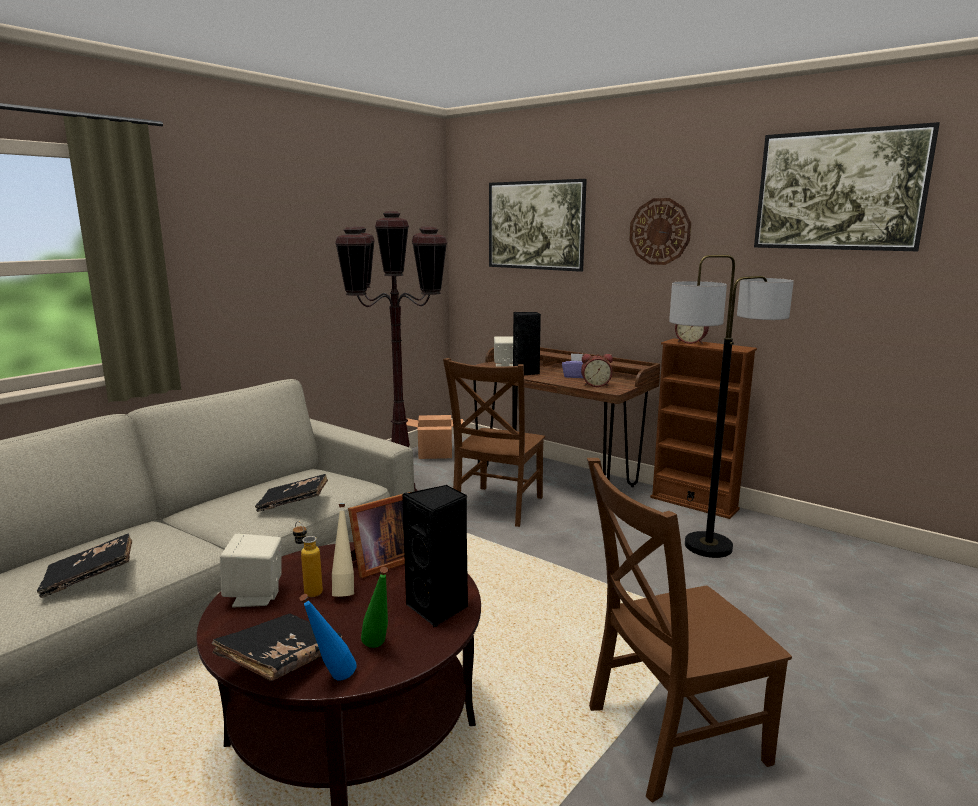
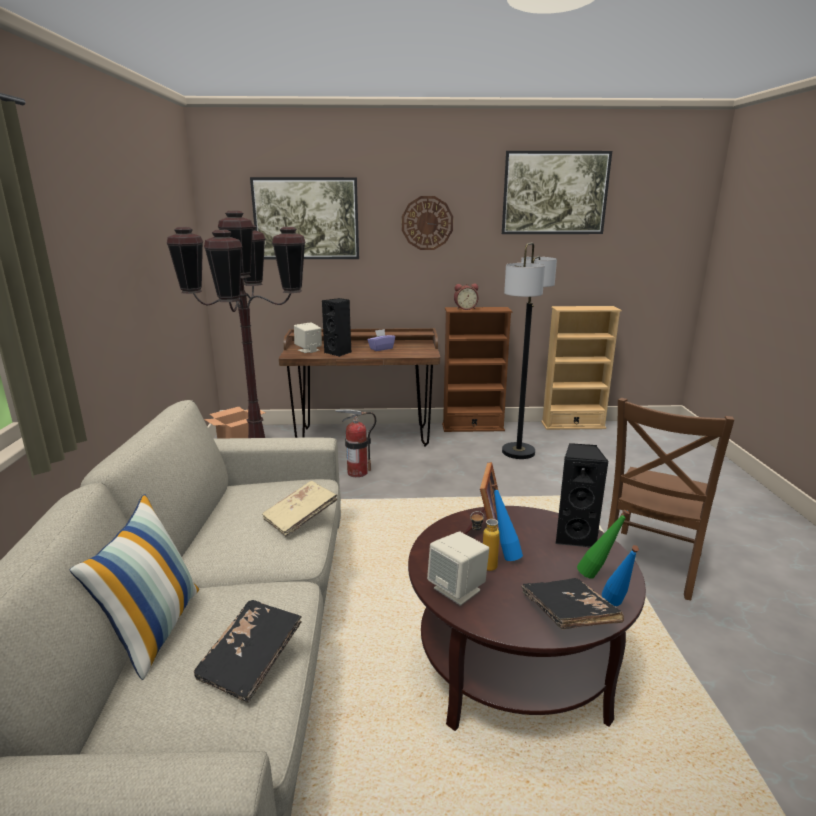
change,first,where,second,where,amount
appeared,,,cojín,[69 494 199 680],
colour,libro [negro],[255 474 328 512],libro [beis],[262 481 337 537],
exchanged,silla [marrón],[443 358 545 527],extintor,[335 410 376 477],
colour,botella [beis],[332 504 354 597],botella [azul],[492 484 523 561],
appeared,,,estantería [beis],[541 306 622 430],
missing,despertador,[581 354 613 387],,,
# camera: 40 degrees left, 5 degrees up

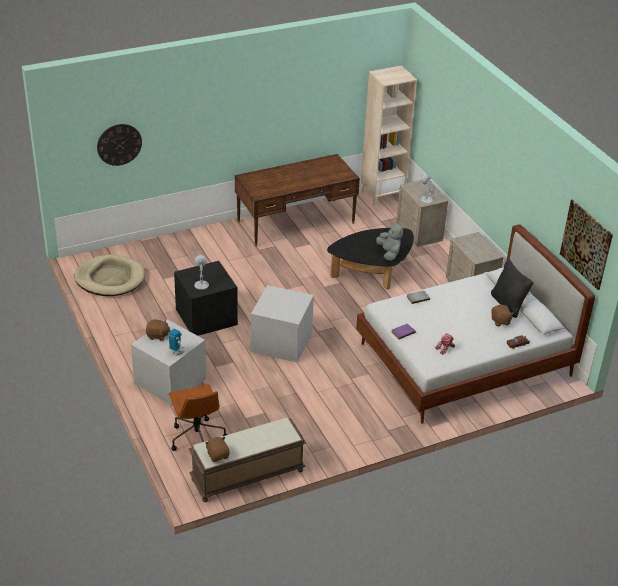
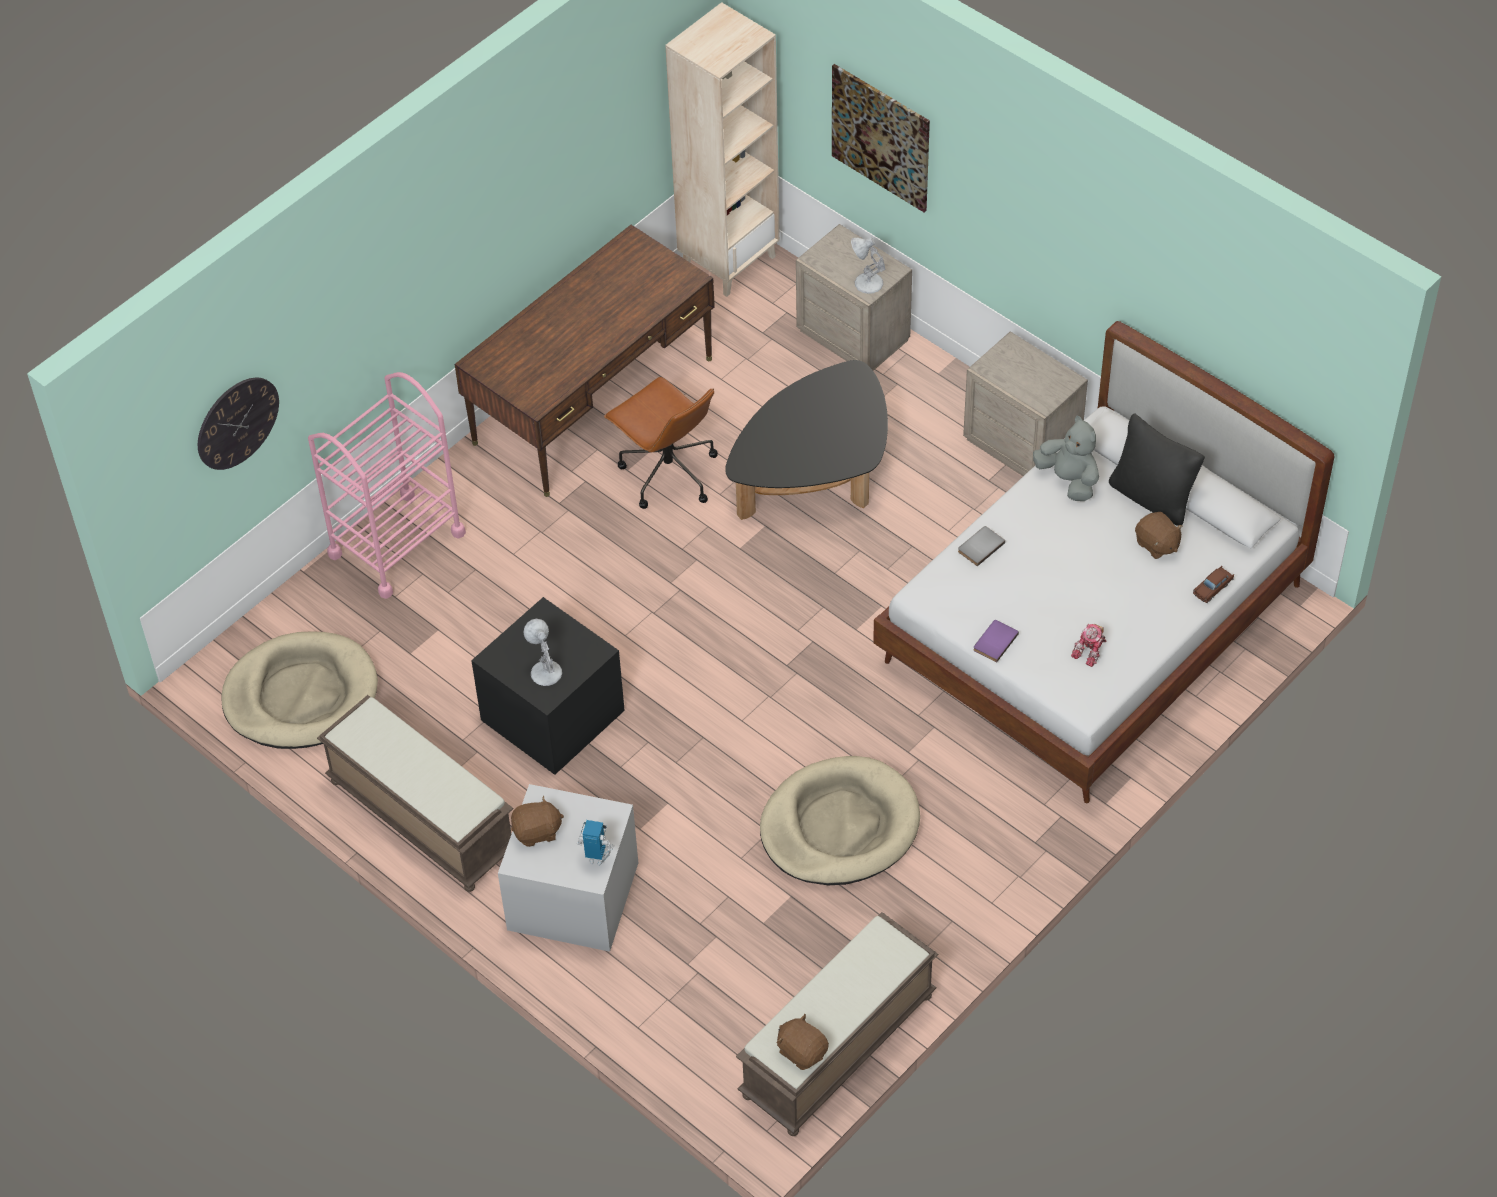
change,first,where,second,where,amount
appeared,,,carrito [rosa],[308 372 466 599],
appeared,,,banco [marrón],[317 695 514 892],
relocated,silla de oficina [marrón],[168 384 227 451],,[604 377 718 509],
appeared,,,cama para perro [beis],[760 756 920 885],
relocated,cuadro,[560 200 613 290],,[832 64 930 212],
relocated,peluche [gris],[376 222 403 261],,[1033 416 1099 501],
missing,caja de almacenaje [gris],[251 285 314 363],,,
# camera: 20 degrees left, 15 degrees up

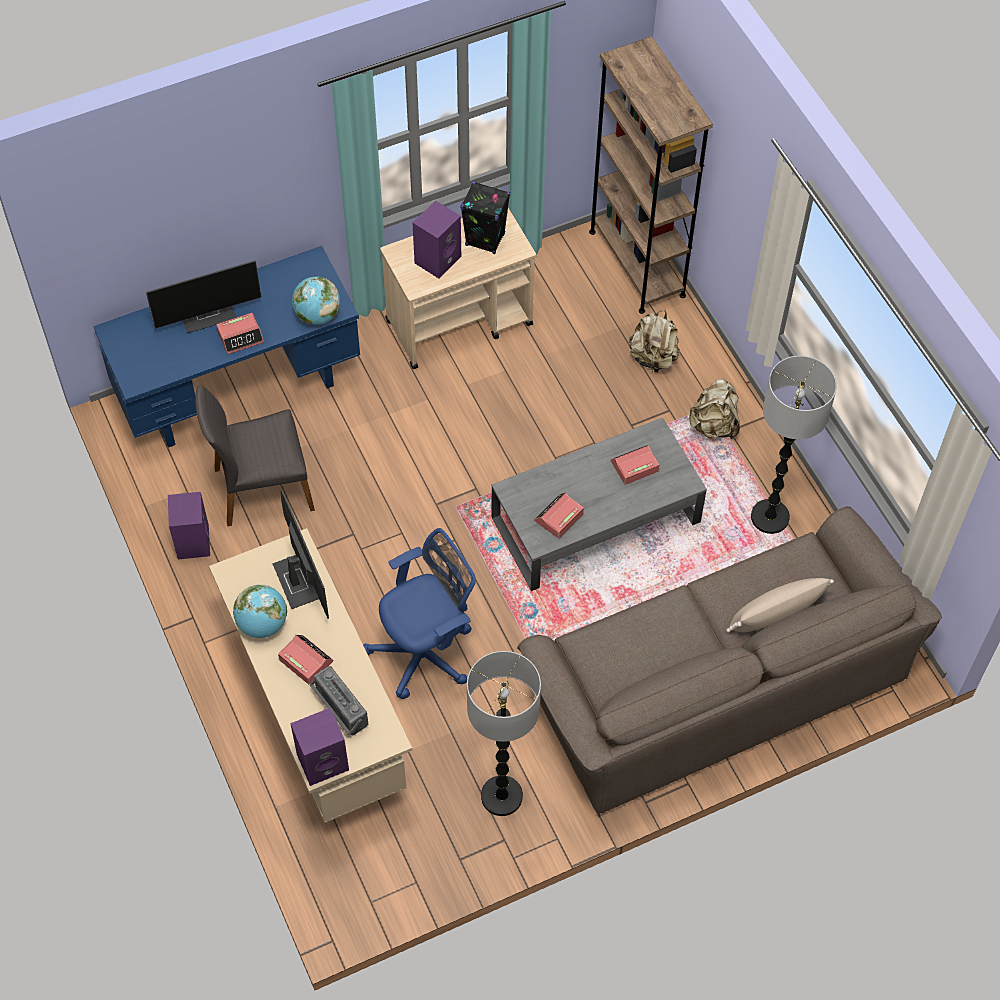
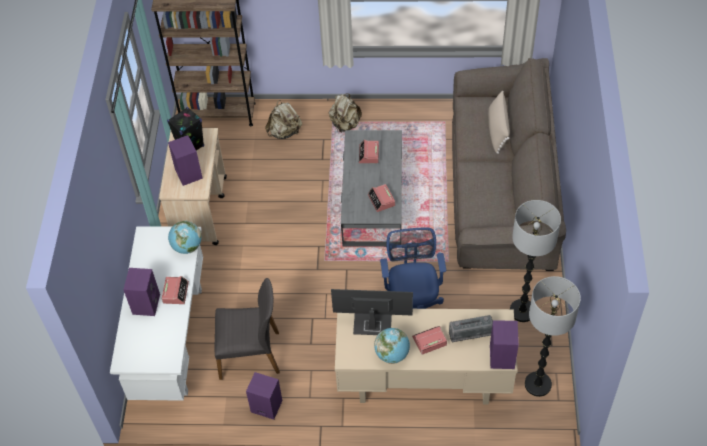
change,first,where,second,where,amount
colour,escritorio [azul],[93 246 360 448],escritorio [blanco],[110 226 203 401],
exchanged,monitor,[146 260 261 333],altavoz [morado],[123 268 160 316],
spun,silla [gris],[195 385 315 526],,[214 278 280 380],105 degrees counterclockwise
relocated,lámpara de pie,[751 356 837 534],,[525 276 581 397],
# camera: 60 degrees left, 5 degrees down

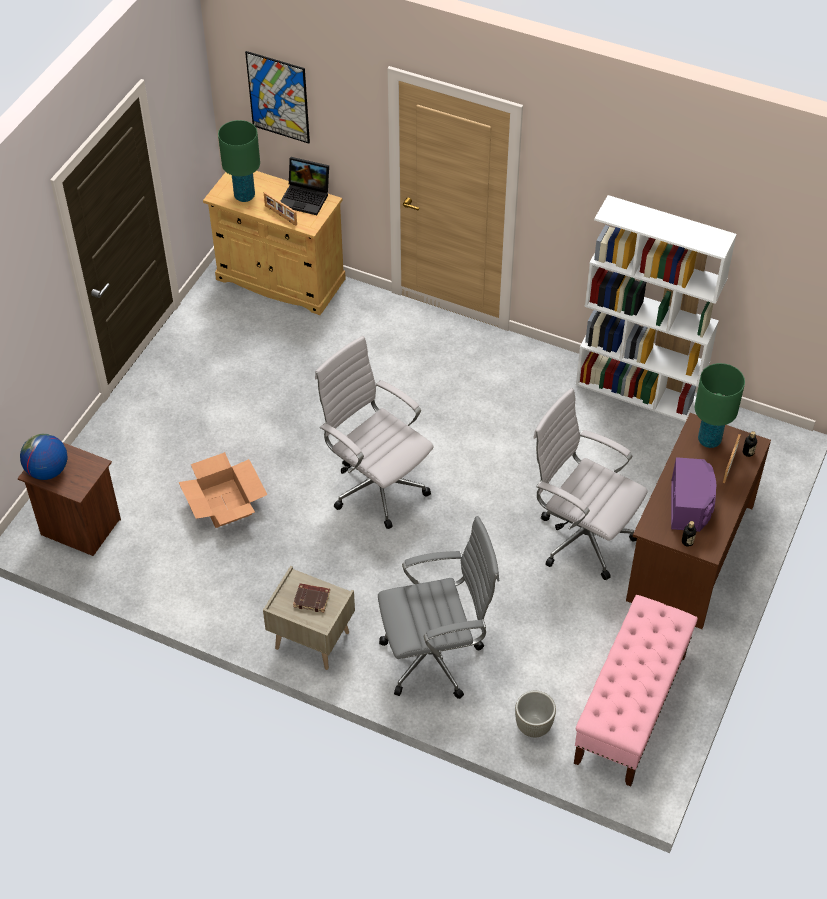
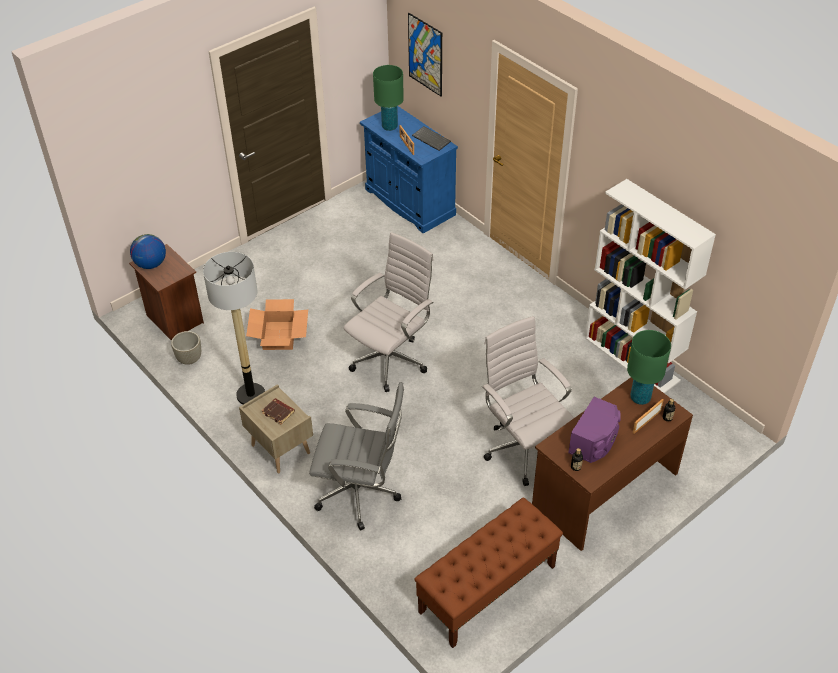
change,first,where,second,where,amount
relocated,maceta [gris],[515 691 556 737],,[171 331 201 365],
appeared,,,lámpara de pie,[203 252 265 405],
spun,silla de oficina [blanco],[315 336 434 529],,[344 232 434 392],60 degrees clockwise
colour,armario [beis],[203 171 346 315],armario [azul],[360 106 458 233],
exchanged,portátil,[280 157 329 215],teclado,[412 126 451 151],
colour,banco [rosa],[574 595 698 787],banco [marrón],[414 497 563 648],
# camera: 25 degrees right, 5 degrees down

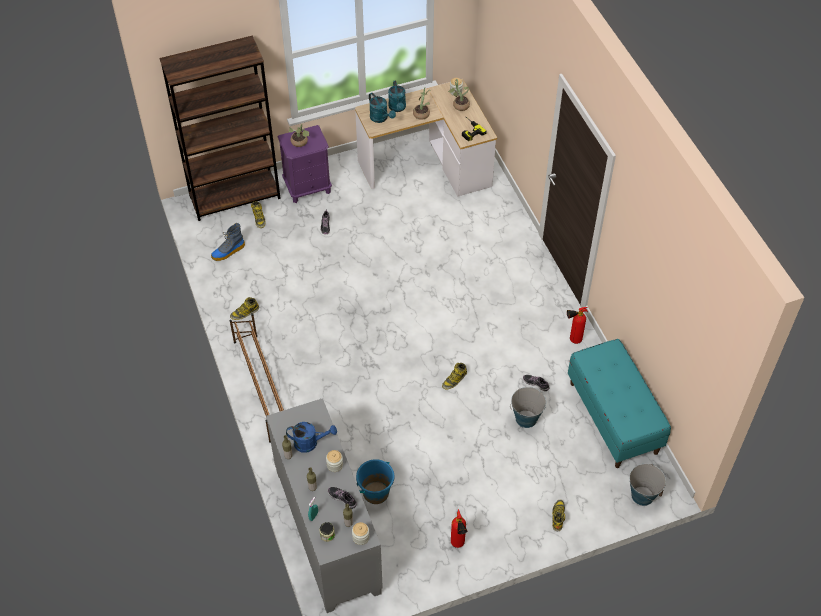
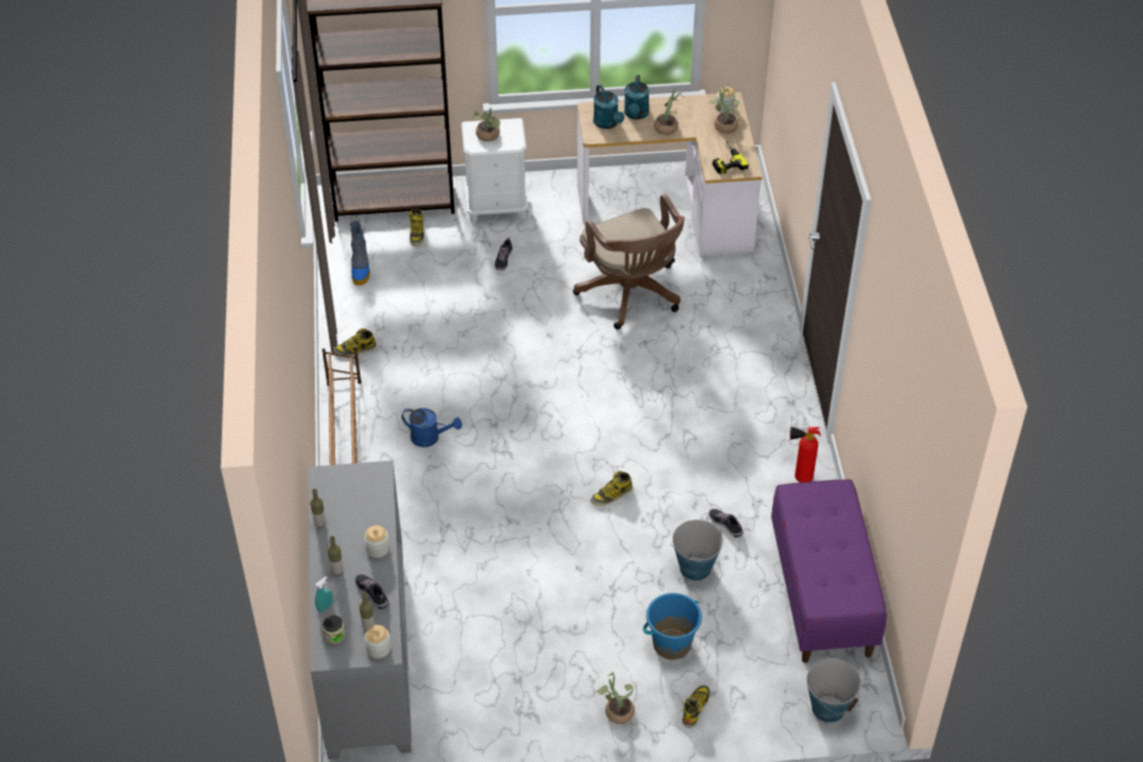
change,first,where,second,where,amount
spun,bota,[211 223 245 261],,[350 221 370 285],75 degrees counterclockwise
relocated,regadera [azul],[286 422 337 453],,[402 408 462 447],
colour,mesita de noche [morado],[278 125 332 203],mesita de noche [blanco],[461 118 528 223],
appeared,,,silla de oficina [marrón],[573 194 685 329],
appeared,,,planta en maceta,[597 672 635 724],
relocated,cubo [azul],[356 459 394 504],,[643 593 702 660],
colour,banco [turquesa],[568 339 671 468],banco [morado],[771 479 887 663],
missing,extintor,[451 509 467 548],,,
# camera: 15 degrees right, 5 degrees down

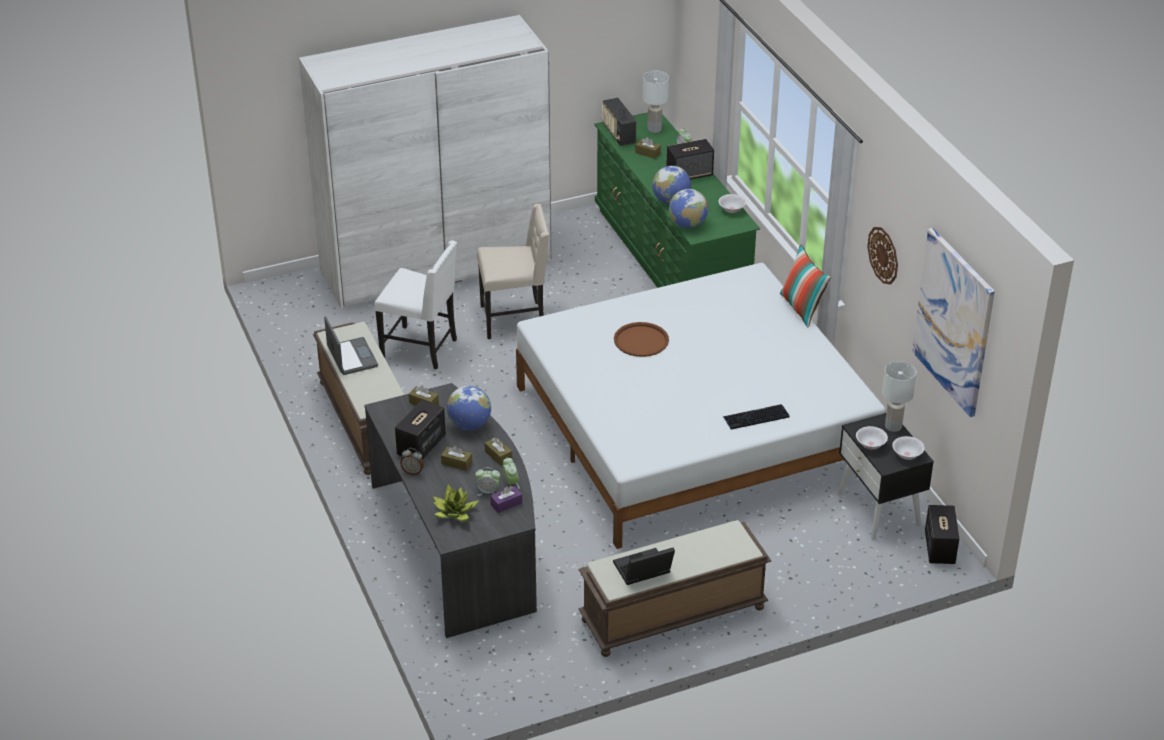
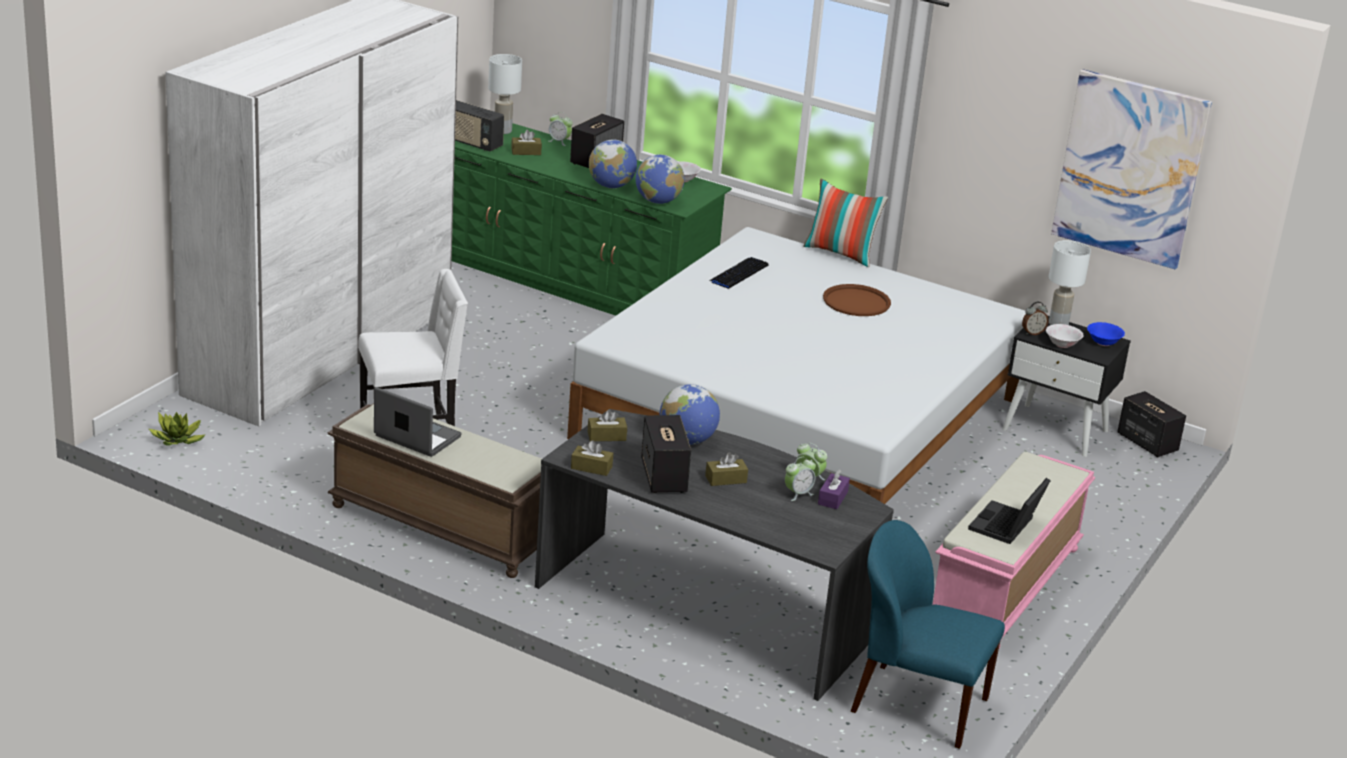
change,first,where,second,where,amount
relocated,planta en maceta,[433 484 479 522],,[149 412 206 446],
relocated,caja de pañuelos [marrón],[485 437 512 466],,[571 440 613 476],
relocated,teclado,[723 404 790 430],,[709 257 769 289],
relocated,bandeja [marrón],[614 322 669 357],,[823 284 891 316],
appeared,,,silla [azul],[851 520 1005 749],
colour,banco [marrón],[578 520 771 657],banco [rosa],[933 452 1095 648],
relocated,despertador,[400 448 424 475],,[1022 302 1048 335],
colour,cuenco [blanco],[892 436 925 460],cuenco [azul],[1087 322 1125 346],
missing,silla [beis],[477 204 549 339],,,
missing,reloj de pared,[867 227 898 284],,,
# camera: 40 degrees left, 10 degrees down

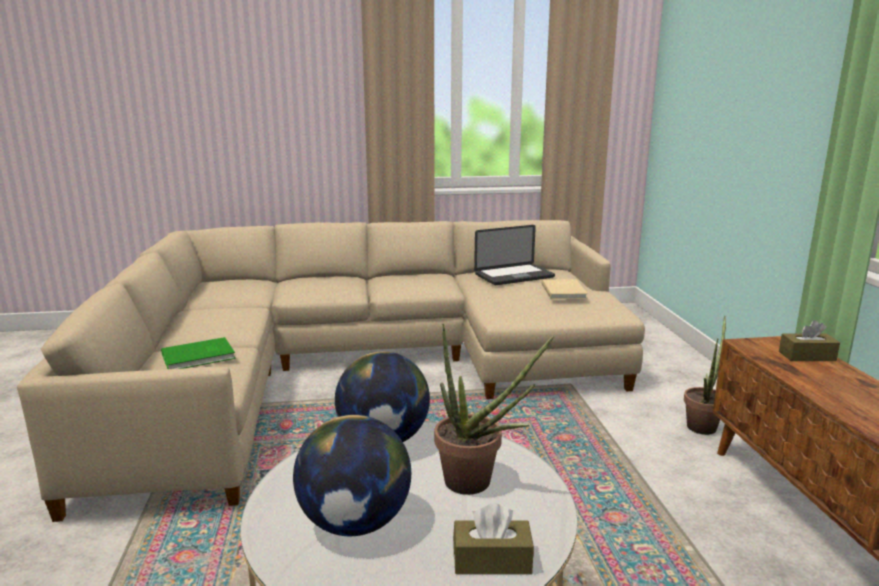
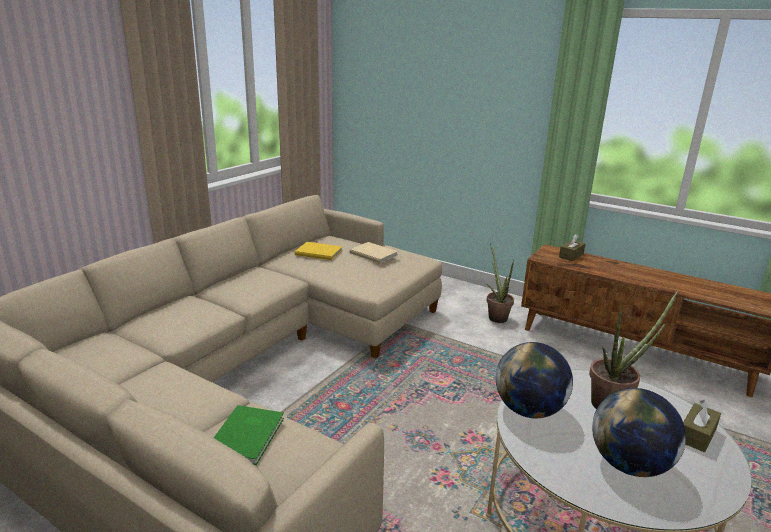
change,first,where,second,where,amount
exchanged,portátil,[474 225 555 285],libro [amarillo],[295 242 342 260],
# camera: 50 degrees left, 5 degrees up

